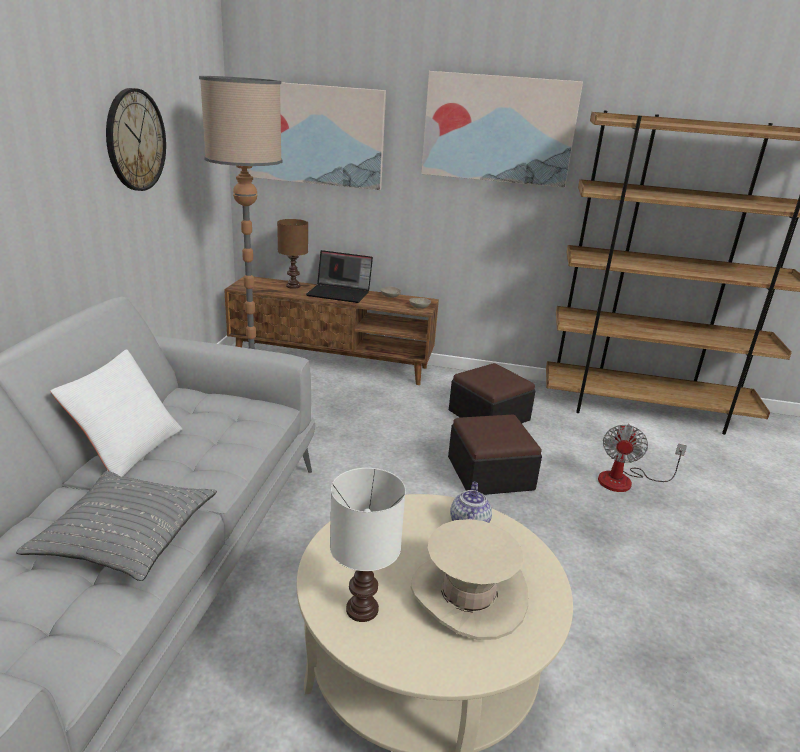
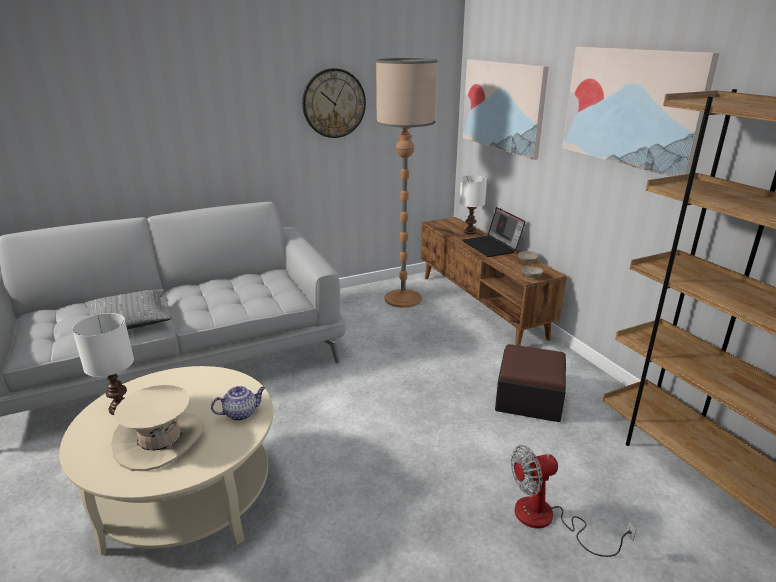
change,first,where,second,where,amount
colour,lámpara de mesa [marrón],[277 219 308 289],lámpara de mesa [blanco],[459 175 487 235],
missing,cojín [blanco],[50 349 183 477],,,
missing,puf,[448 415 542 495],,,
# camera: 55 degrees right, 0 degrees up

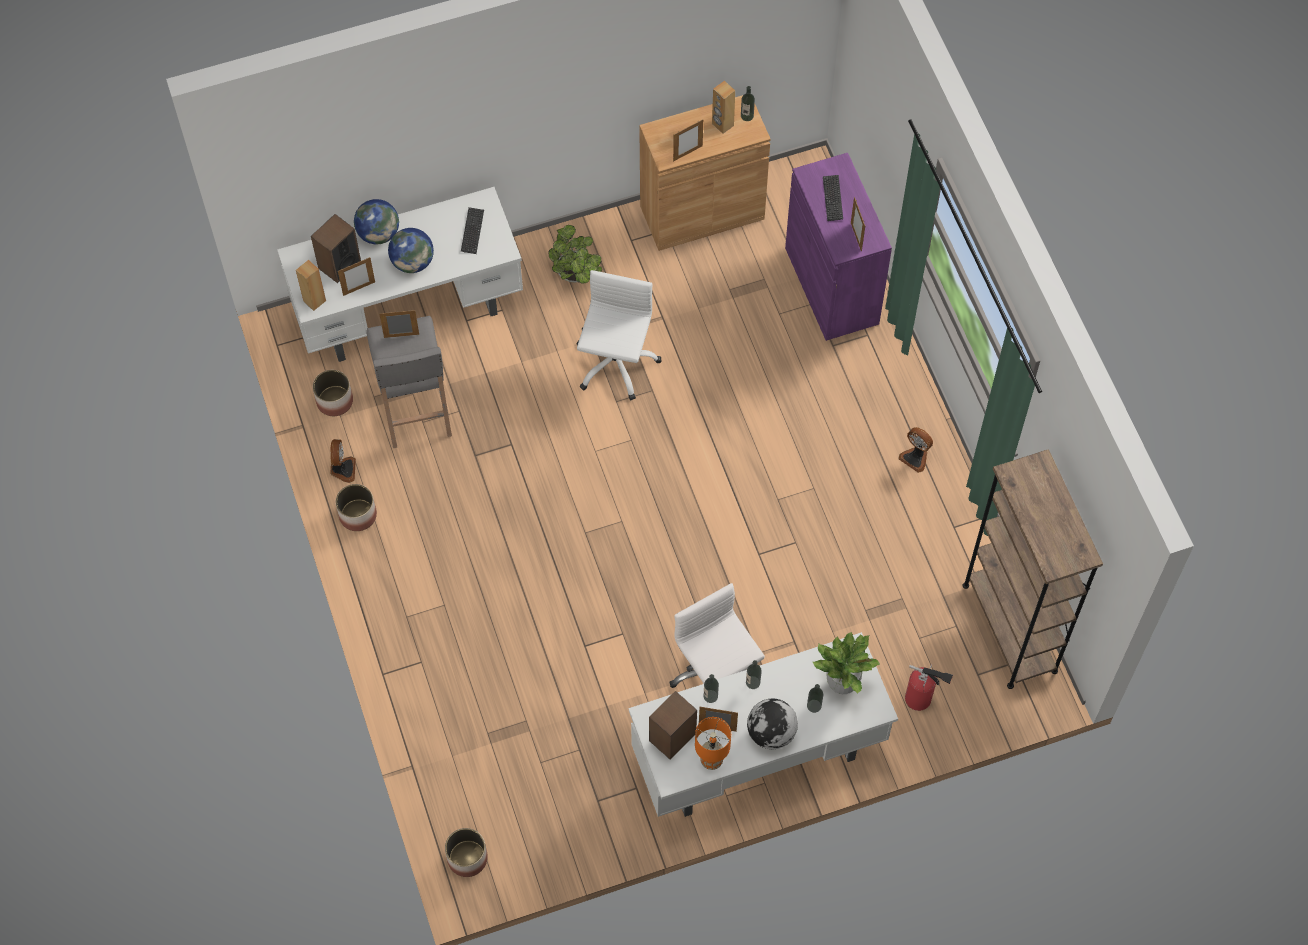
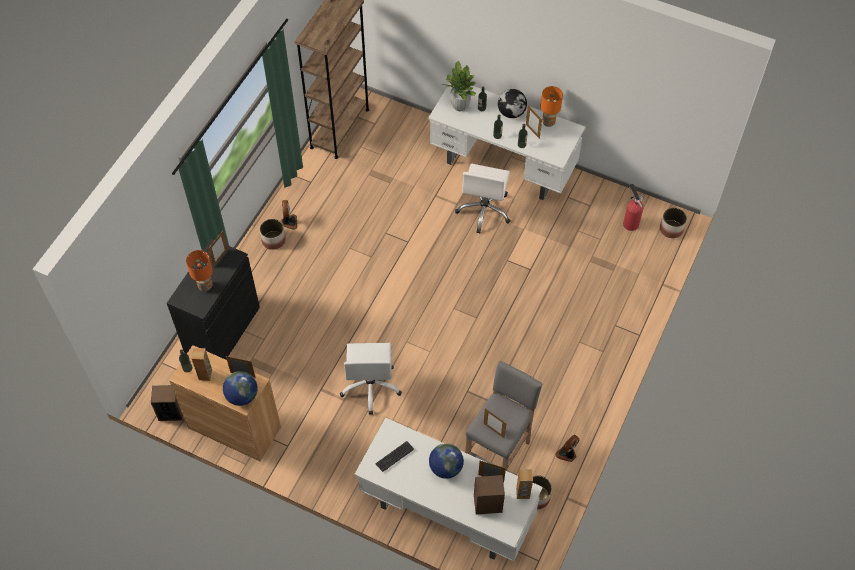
change,first,where,second,where,amount
relocated,altavoz,[649 691 697 760],,[151 385 183 421],
colour,armario [morado],[785 153 892 341],armario [negro],[167 239 260 360],
exchanged,teclado,[823 175 843 221],lámpara de mesa [naranja],[186 250 213 291],
relocated,globo terráqueo,[354 199 399 244],,[223 371 258 406],
relocated,maceta,[336 484 377 531],,[260 219 286 250],
spun,silla de oficina [blanco],[576 270 661 400],,[340 343 402 415],60 degrees counterclockwise
relocated,extintor,[905 664 953 711],,[623 184 644 231],
missing,planta en maceta,[548 225 602 284],,,
# camera: 135 degrees left, 5 degrees down

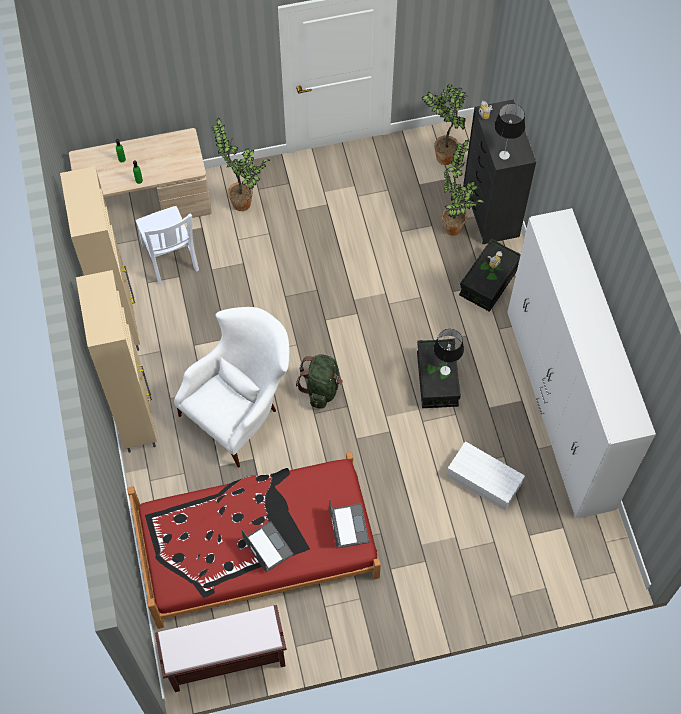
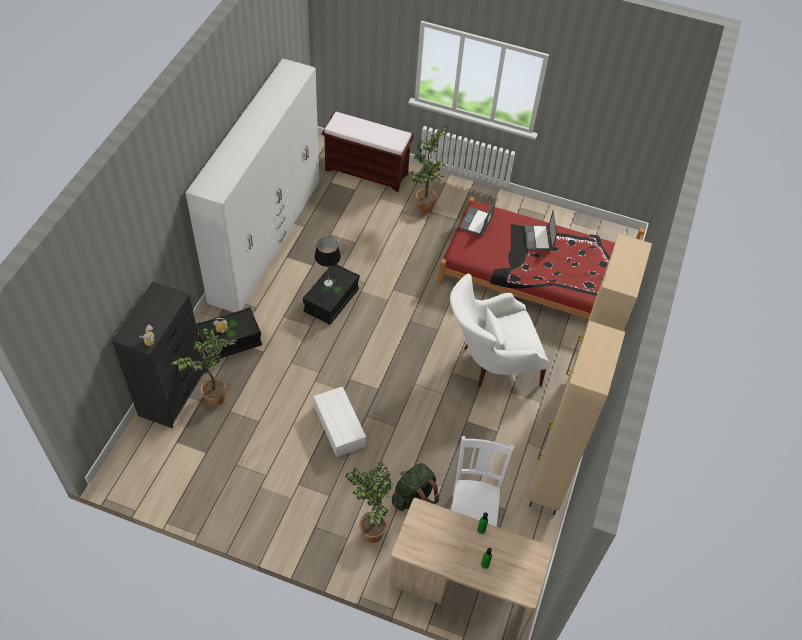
change,first,where,second,where,amount
relocated,caja de almacenaje [blanco],[447 441 525 510],,[313 386 366 457],
relocated,banco [marrón],[155 605 287 692],,[321 111 414 192],
relocated,mochila [verde],[296 354 343 409],,[392 463 440 511],
relocated,planta en maceta,[422 84 467 165],,[411 127 448 213],
missing,lámpara de mesa,[494 104 525 160],,,
# camera: 150 degrees left, 10 degrees down

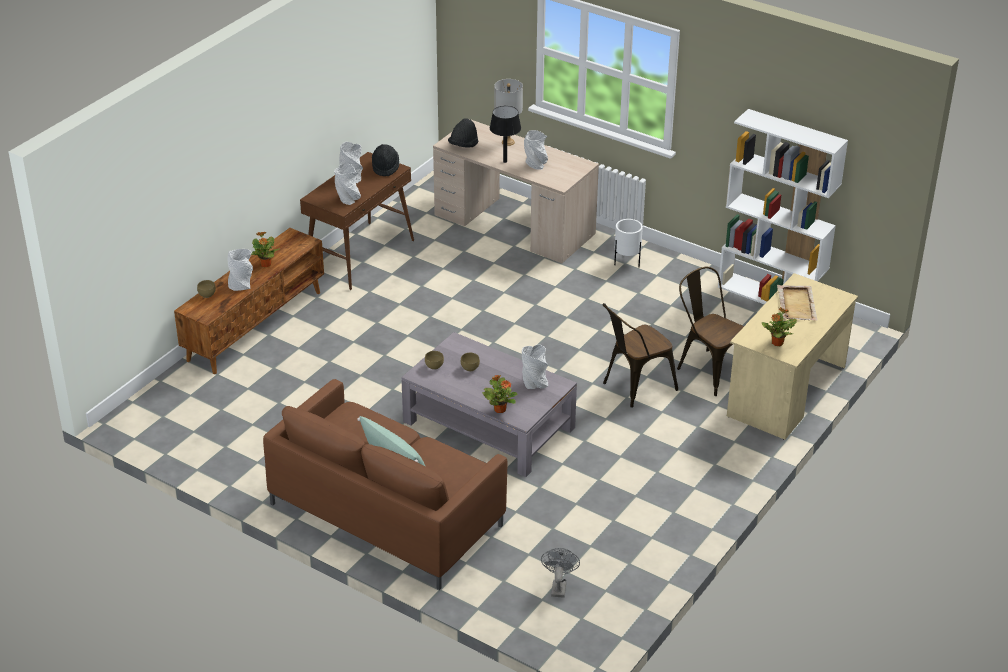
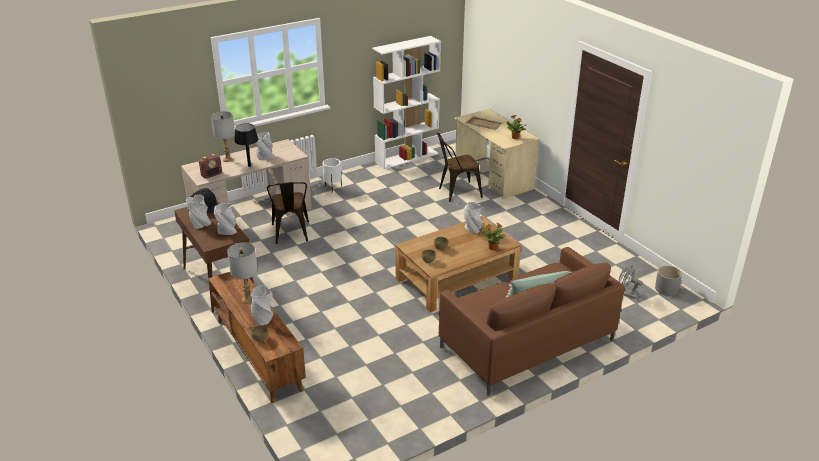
change,first,where,second,where,amount
exchanged,sombrero [negro],[448 118 478 147],radio,[199 154 222 179],
exchanged,planta en maceta,[251 232 280 267],lámpara de mesa [gris],[227 242 258 304],
relocated,silla [marrón],[603 303 678 408],,[267 182 309 244],
colour,mesa de centro [gris],[401 332 577 477],mesa de centro [marrón],[395 216 521 312],
appeared,,,maceta [gris],[655 266 682 296],
# camera: 65 degrees left, 5 degrees down

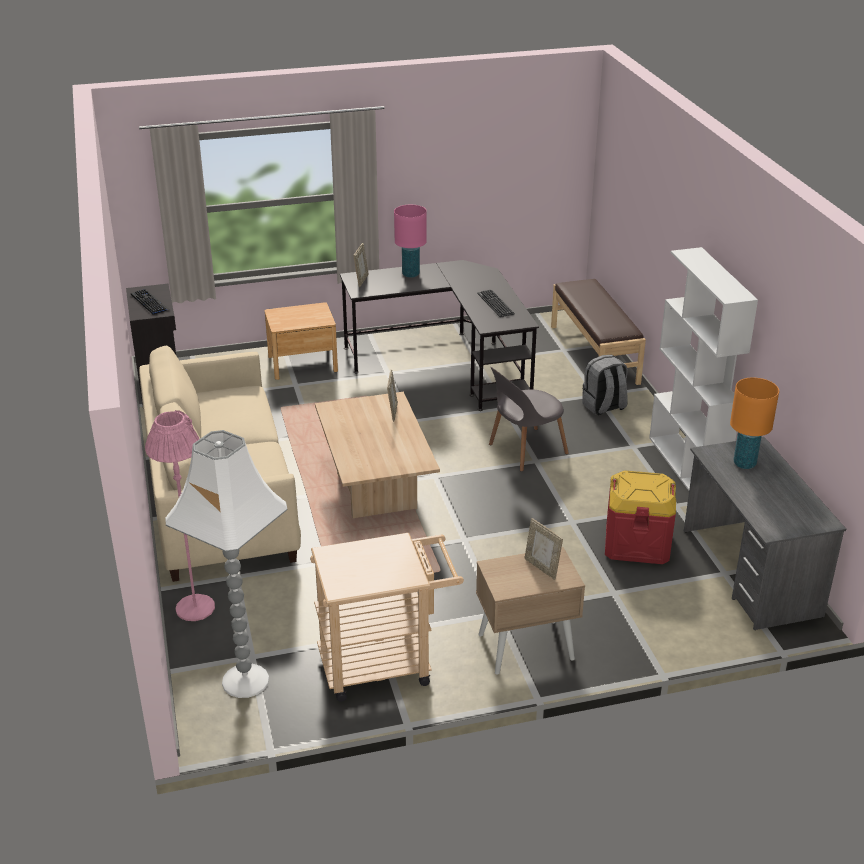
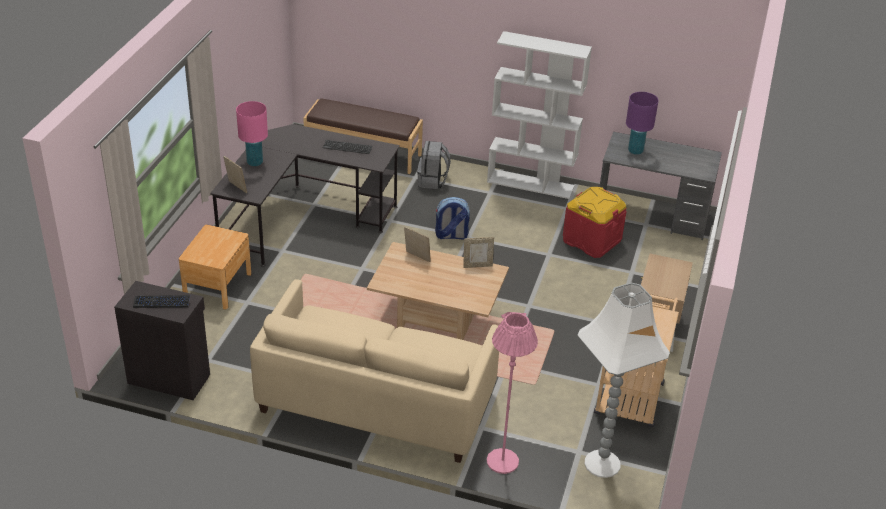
change,first,where,second,where,amount
exchanged,silla [gris],[489 367 569 472],mochila,[435 197 470 240],
relocated,portarretratos,[524 518 563 580],,[463 237 494 268],
colour,lámpara de mesa [naranja],[730 378 779 469],lámpara de mesa [morado],[626 92 659 155],
# camera: 60 degrees left, 5 degrees up

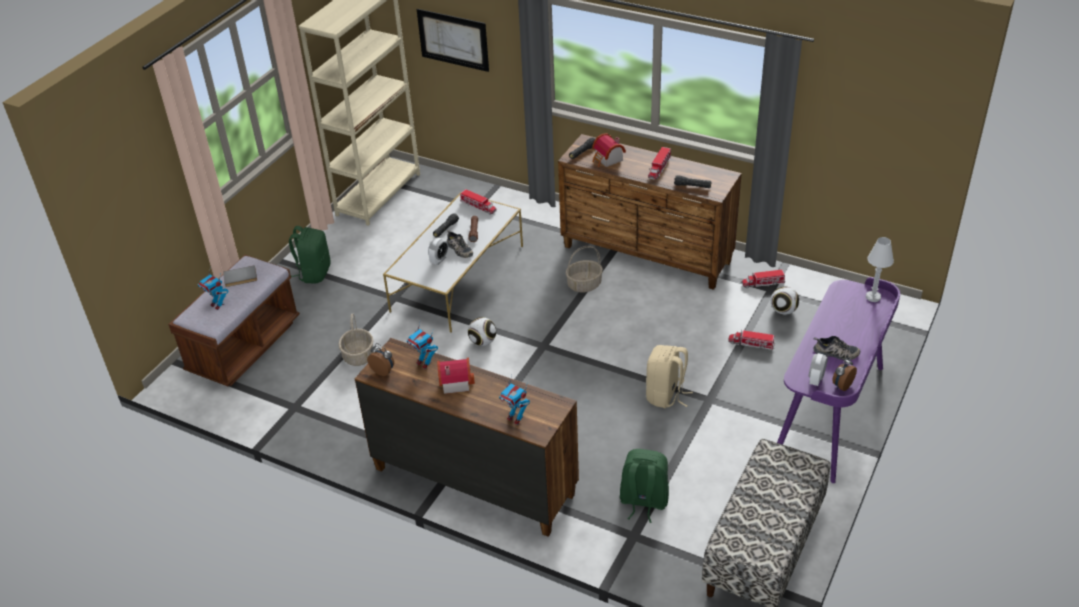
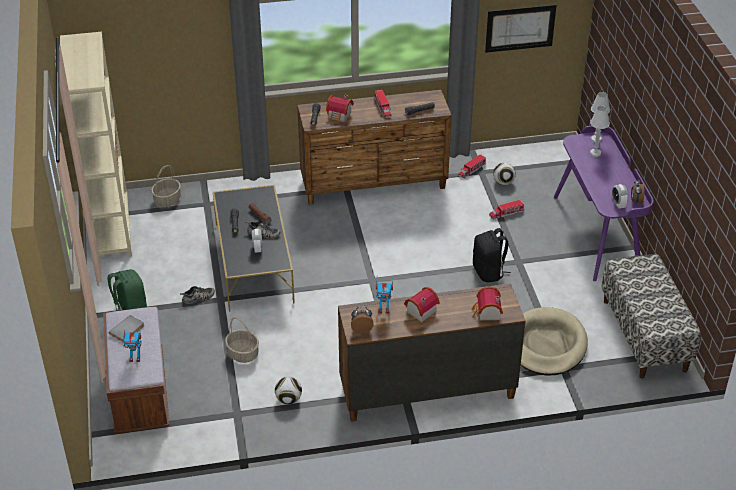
change,first,where,second,where,amount
relocated,cesta,[566 246 603 292],,[151 165 181 207],
relocated,zapato,[813 336 860 360],,[180 286 215 304],
colour,mesa de centro [blanco],[383 192 523 332],mesa de centro [negro],[213 185 295 312],
relocated,balón de fútbol,[468 317 496 346],,[275 377 302 404],
exchanged,robot de juguete,[499 375 530 425],casita,[472 286 503 320],
colour,mochila [beis],[646 345 693 408],mochila [negro],[473 228 511 282],
relocated,cuadro,[417 9 489 72],,[485 4 556 53],
exchanged,mochila [verde],[620 449 669 523],cama para perro [beis],[521 307 588 375],
appeared,,,lámpara de mesa [blanco],[590 106 610 157],
missing,camión de juguete,[460 189 497 215],,,
# camera: 40 degrees left, 0 degrees up

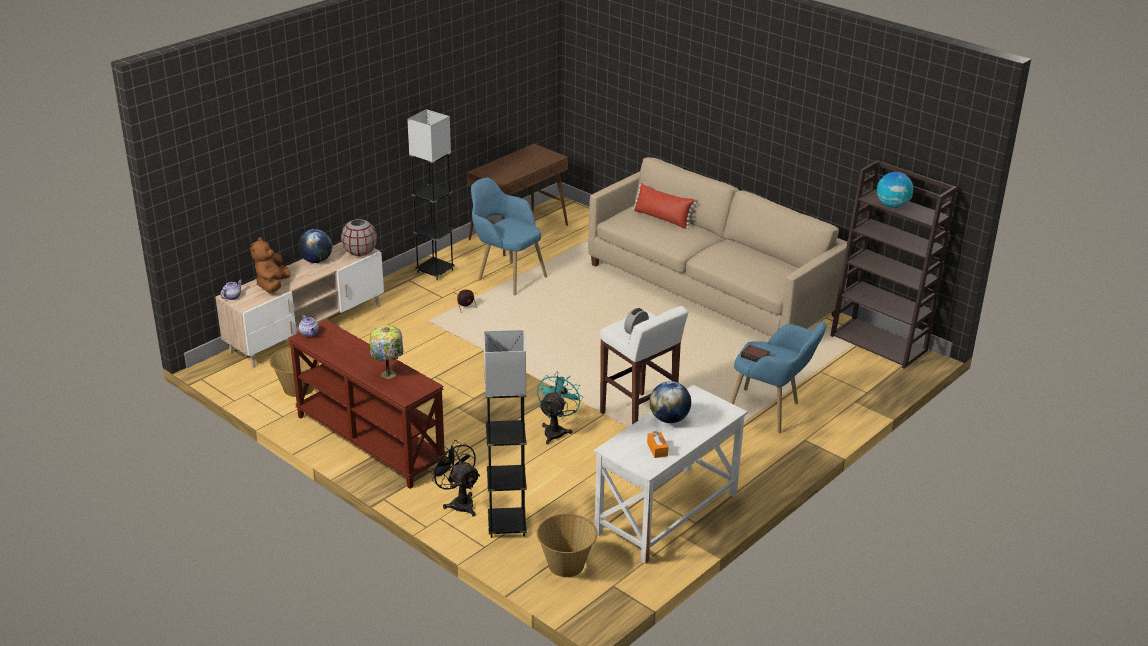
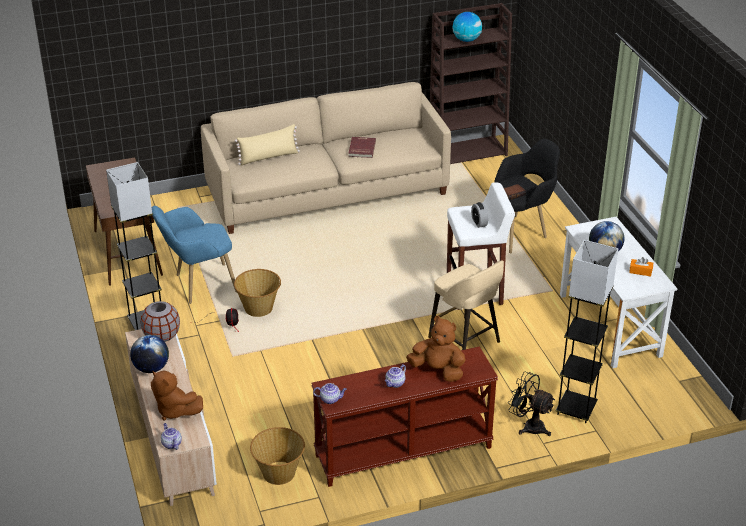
change,first,where,second,where,amount
relocated,cesta,[537 514 597 577],,[234 269 281 317],
colour,cojín [rojo],[633 183 696 229],cojín [beis],[235 124 300 165],
appeared,,,libro [rojo],[348 137 376 158],
appeared,,,tetera,[385 364 406 388],
exchanged,lámpara de mesa,[369 325 403 379],peluche [marrón],[406 316 466 382],
exchanged,ventilador [turquesa],[537 372 583 444],taburete [beis],[428 260 504 350],
colour,sillón [azul],[730 322 826 433],sillón [negro],[495 139 560 253],
spun,ventilador [negro],[428 440 480 517],,[508 372 555 436],45 degrees clockwise
# camera: 60 degrees left, 5 degrees up

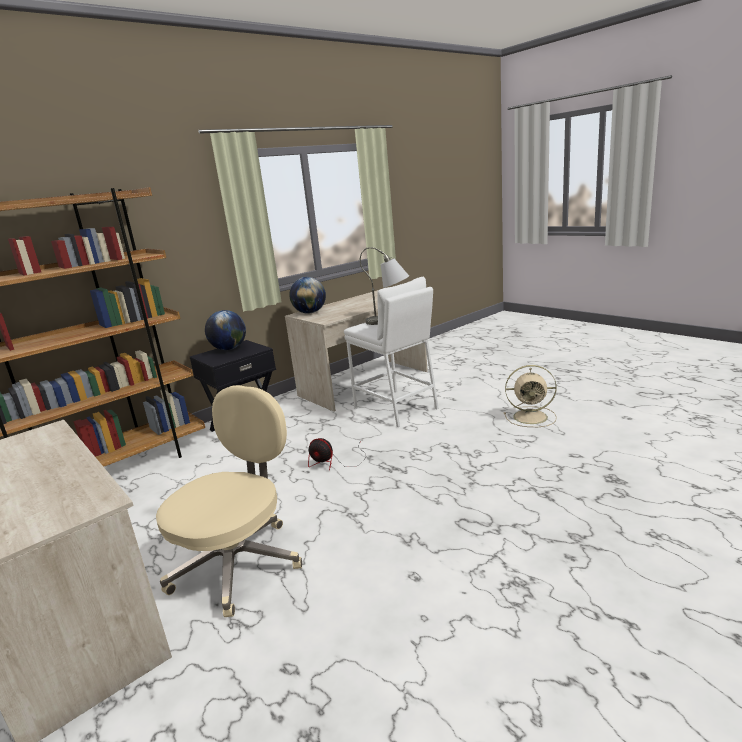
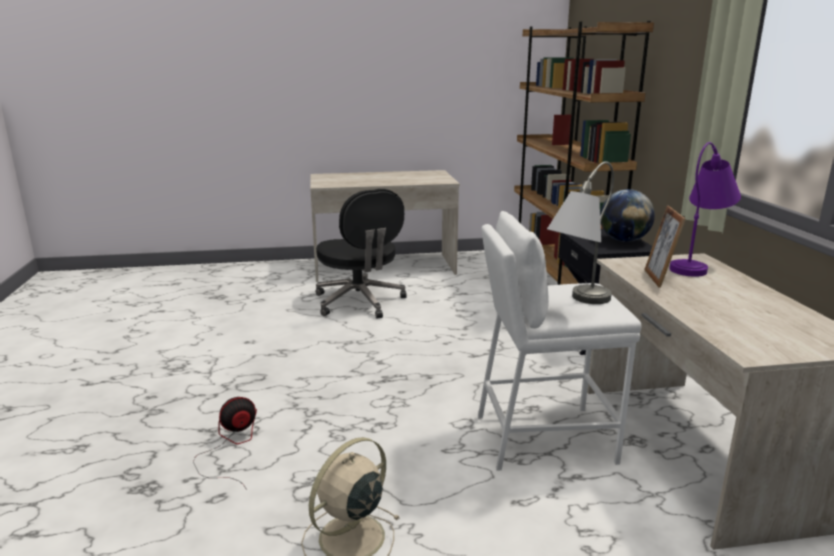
change,first,where,second,where,amount
relocated,ventilador,[308 438 366 471],,[193 397 257 490],
colour,silla de oficina [beis],[156 385 302 617],silla de oficina [negro],[316 189 407 319],
appeared,,,portarretratos,[644 206 686 288],
exchanged,globo terráqueo,[289 277 326 313],lámpara de mesa [morado],[669 142 741 277],
# camera: 120 degrees right, 0 degrees up

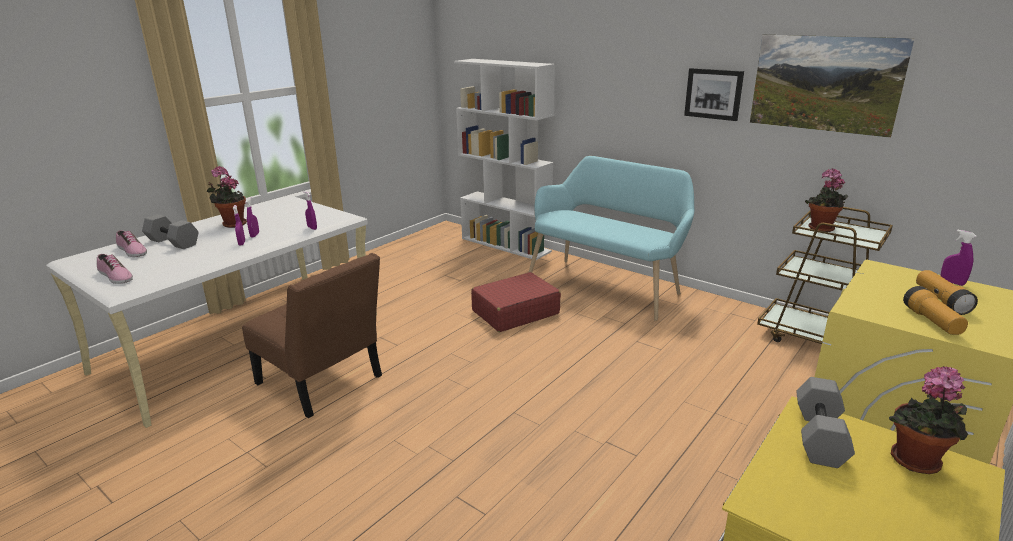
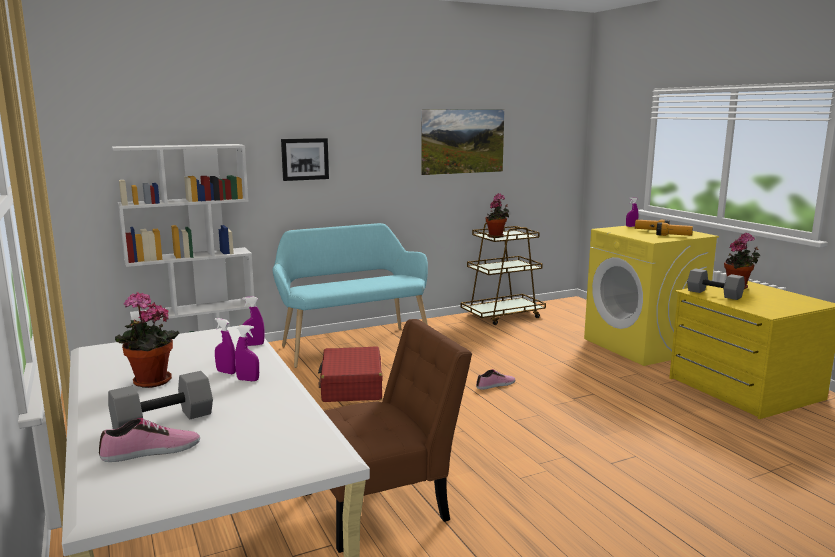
change,first,where,second,where,amount
relocated,cuadro,[684 68 744 121],,[281 138 329 181],
relocated,zapato,[97 254 133 284],,[476 369 515 389],
# camera: 65 degrees left, 10 degrees down

